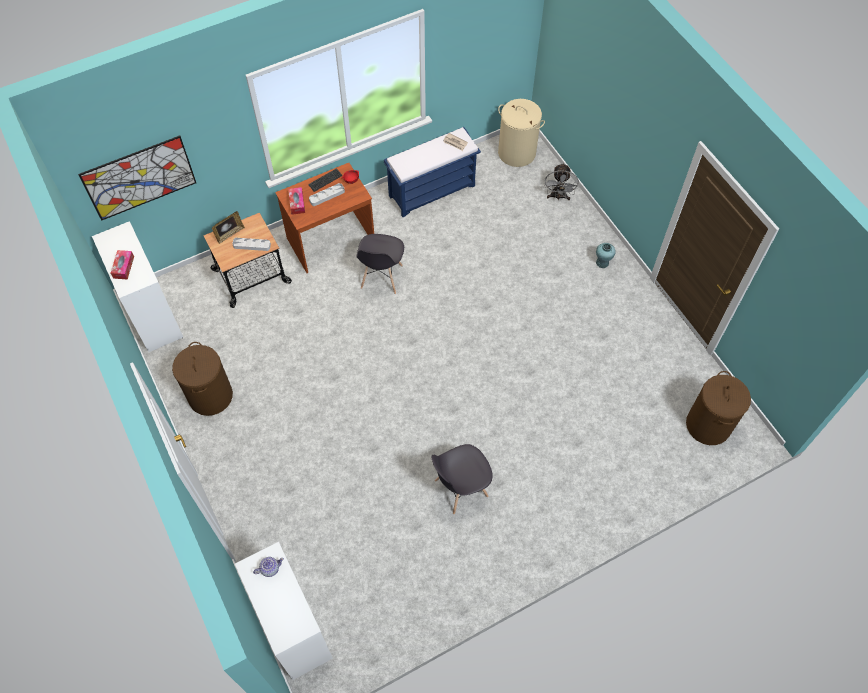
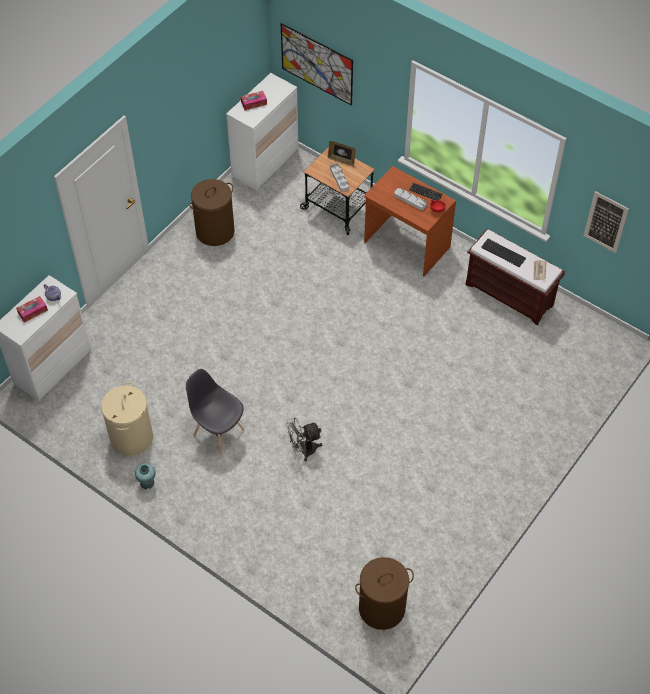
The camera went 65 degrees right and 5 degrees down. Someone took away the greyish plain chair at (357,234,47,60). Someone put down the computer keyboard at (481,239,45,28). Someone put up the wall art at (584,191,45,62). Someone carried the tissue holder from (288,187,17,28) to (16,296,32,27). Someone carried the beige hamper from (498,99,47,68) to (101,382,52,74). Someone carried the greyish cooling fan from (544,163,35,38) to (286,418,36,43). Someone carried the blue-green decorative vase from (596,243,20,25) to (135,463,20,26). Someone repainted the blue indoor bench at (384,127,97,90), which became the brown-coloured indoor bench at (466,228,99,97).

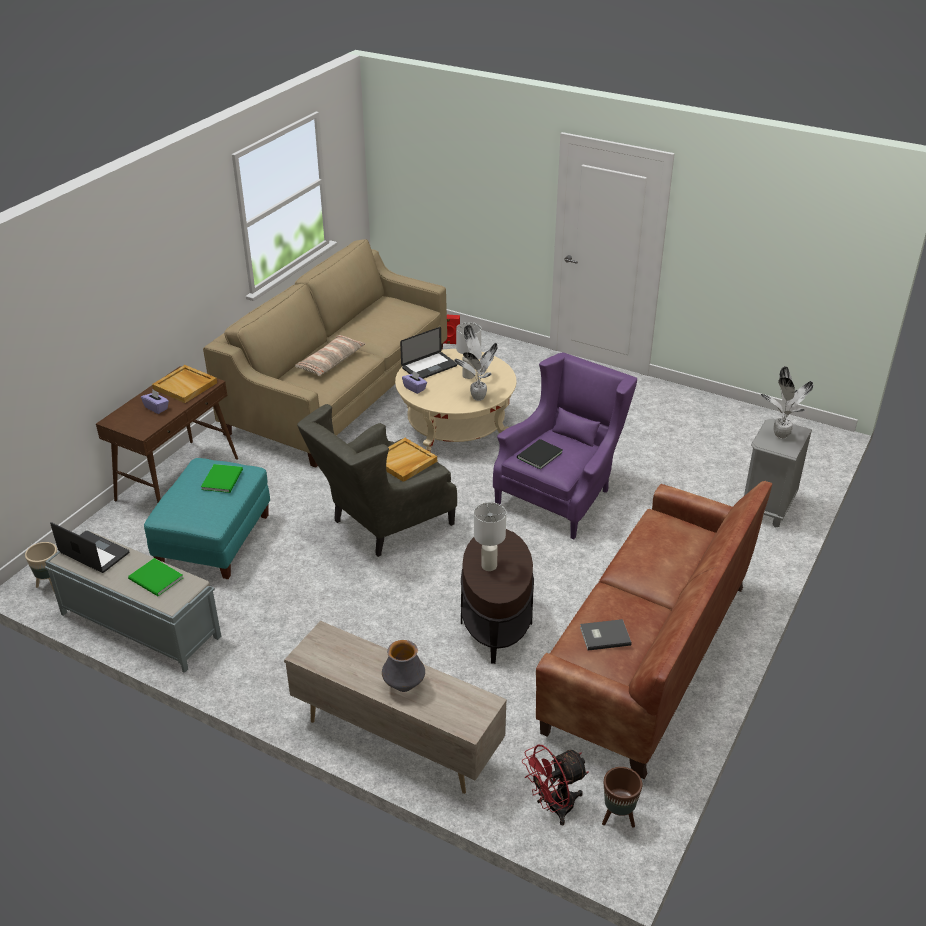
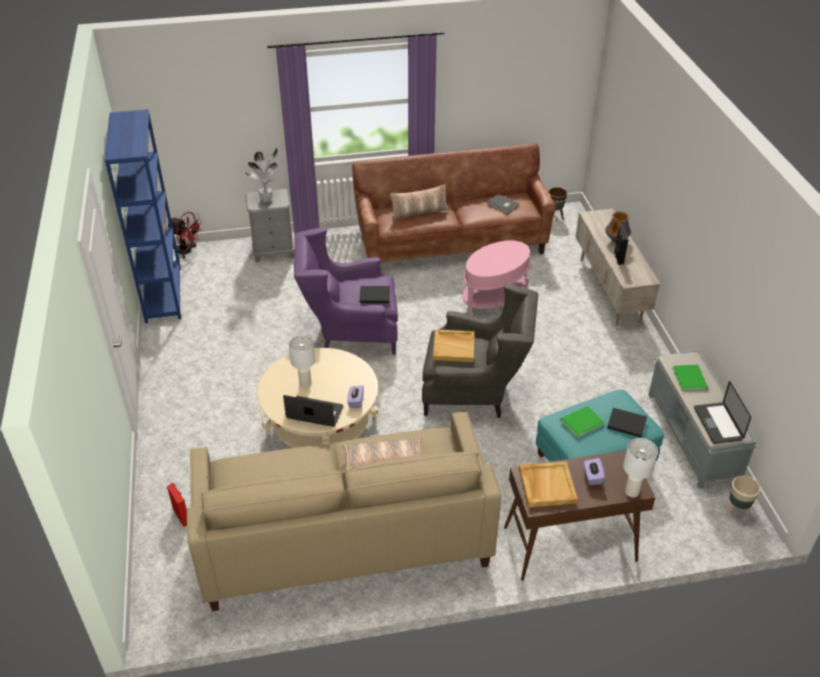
The camera went 130 degrees left and 5 degrees up. Someone took away the houseplant at (454,325,44,76). Someone put down the blue shelving unit at (104,109,77,214). Someone put down the cushion at (390,184,59,36). Someone put down the blackish book at (607,408,40,30). Someone put down the blackish audio speaker at (614,227,14,38). Someone carried the white lamp for a table from (474,502,32,69) to (623,438,35,59). Someone carried the red-coloured cooling fan from (522,745,66,80) to (168,212,34,47). Someone repainted the brown-coloured side table at (461,529,73,135), which became the pink side table at (462,241,69,75).

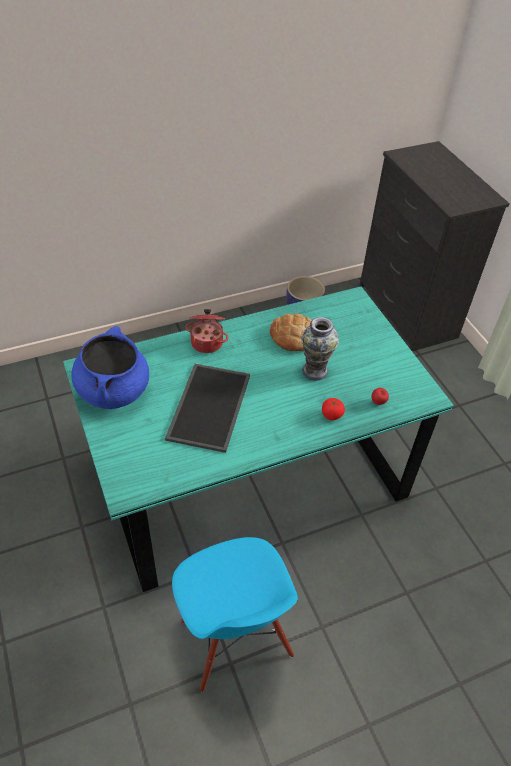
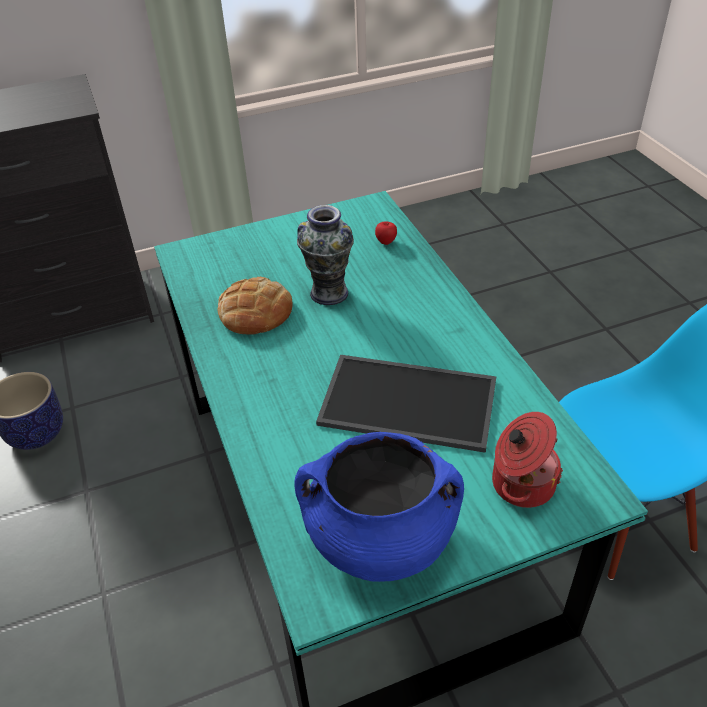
The camera went 85 degrees left and 5 degrees down. Someone took away the tomato at (322,398,23,22). Someone carried the cooking pot from (186,309,43,44) to (492,412,71,96).

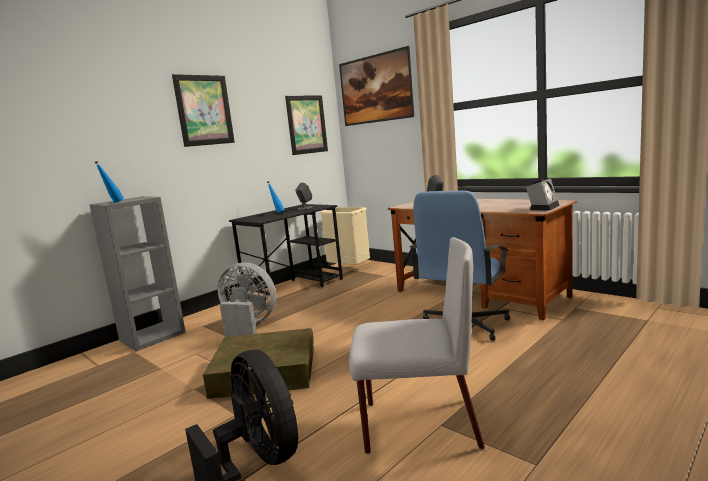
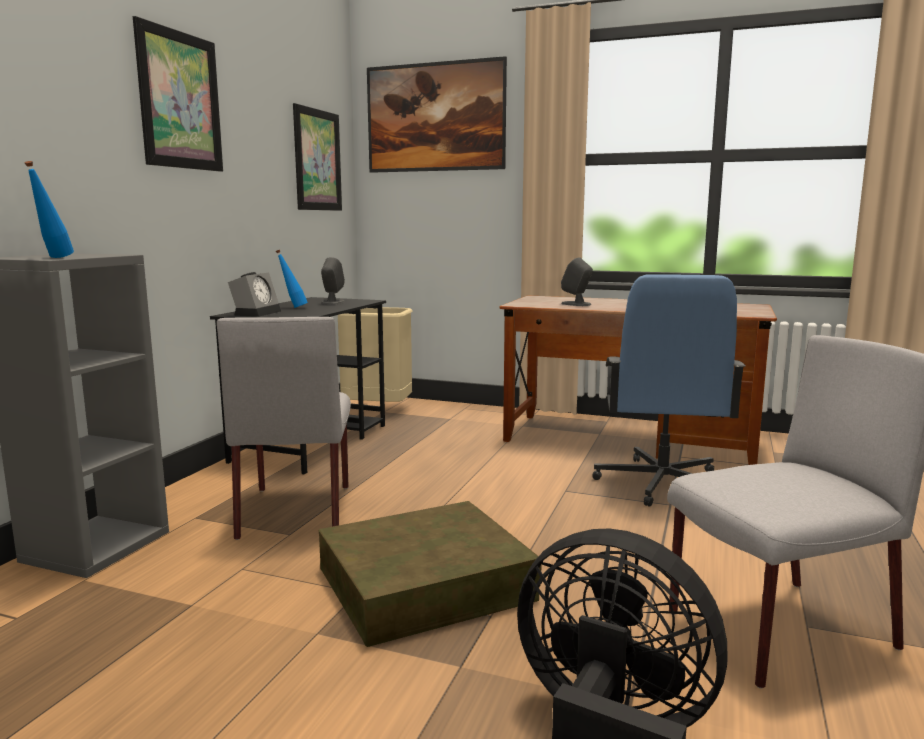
The camera went 25 degrees left and 0 degrees up. Someone carried the bedside clock from (526,178,34,33) to (228,272,53,45). Someone swapped the greyish cooling fan at (217,262,59,75) for the greyish plain chair at (217,317,134,223).

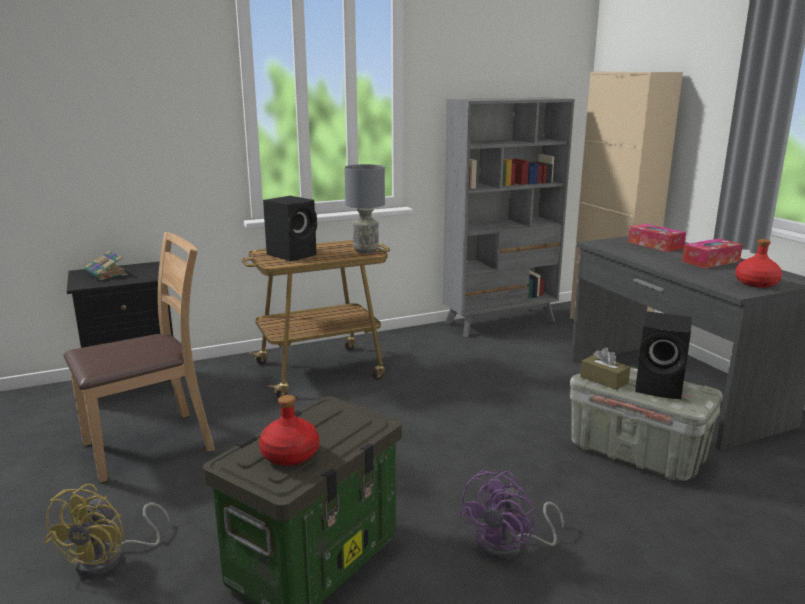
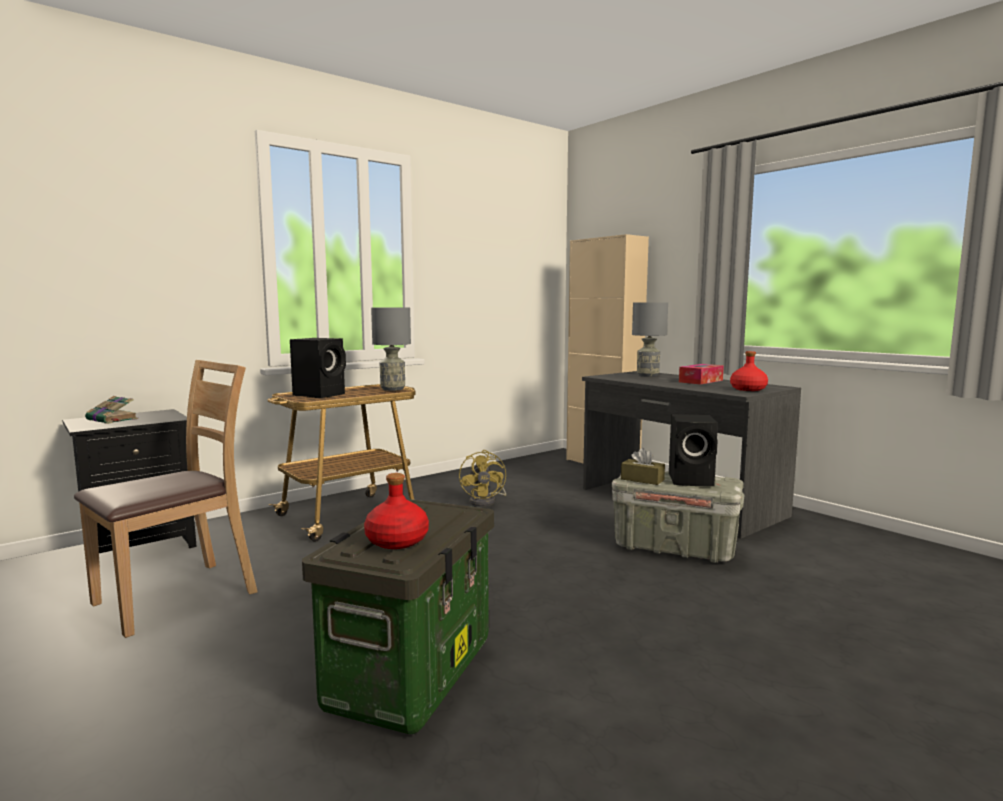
The camera went 15 degrees left and 10 degrees down. Someone took away the greyish shelving unit at (443,97,132,240). Someone took away the purple-coloured cooling fan at (459,471,105,90). Someone carried the yellow cooling fan from (44,484,126,93) to (459,450,47,56). Someone swapped the tissue holder at (628,224,58,28) for the greyish lamp for a table at (632,302,36,75).

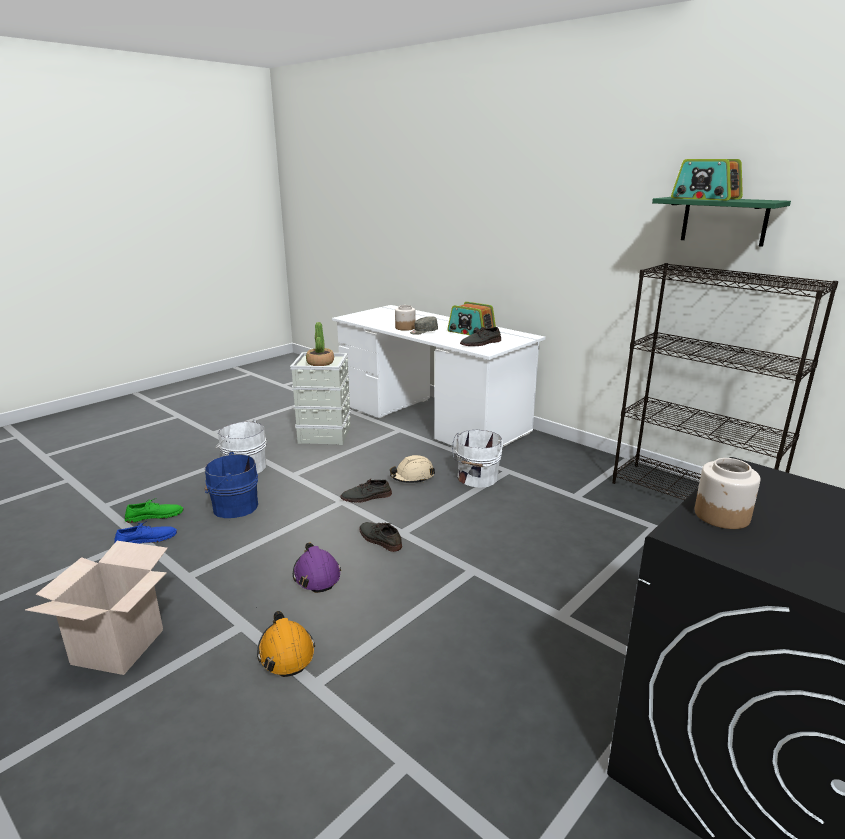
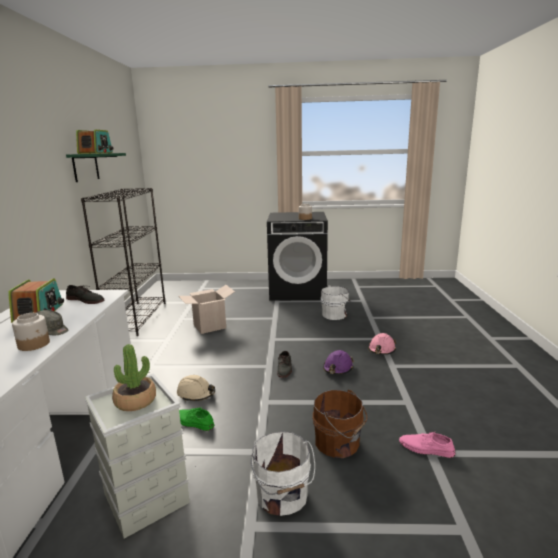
The camera went 130 degrees left and 5 degrees down. Someone took away the greyish shoe at (340,479,52,23). Someone carried the cardboard box from (25,541,143,134) to (179,285,56,49). Someone carried the greenish shoe from (125,499,58,24) to (179,407,35,24). Someone carried the white bucket from (452,430,51,58) to (321,285,30,35). Someone repainted the blue shoe at (114,521,63,23), which became the pink shoe at (399,431,56,27). Someone repainted the blue bucket at (205,452,53,66), which became the brown-coloured bucket at (313,390,54,68). Someone repainted the orange-coloured hard hat at (257,611,58,66), which became the pink hard hat at (368,333,28,22).

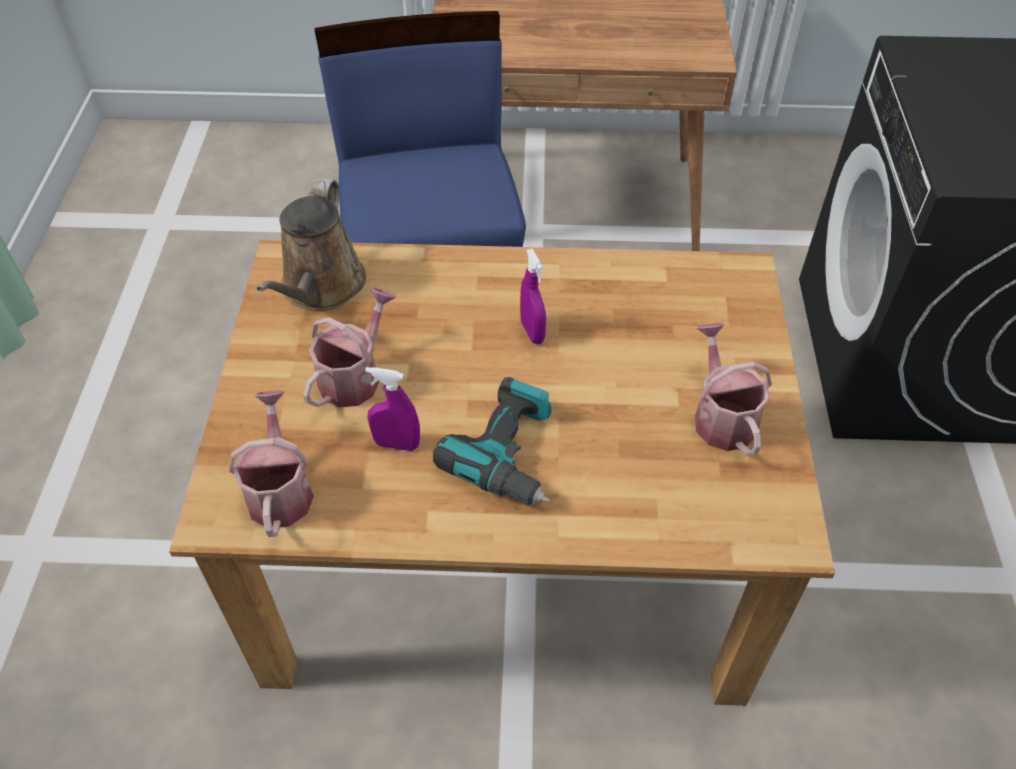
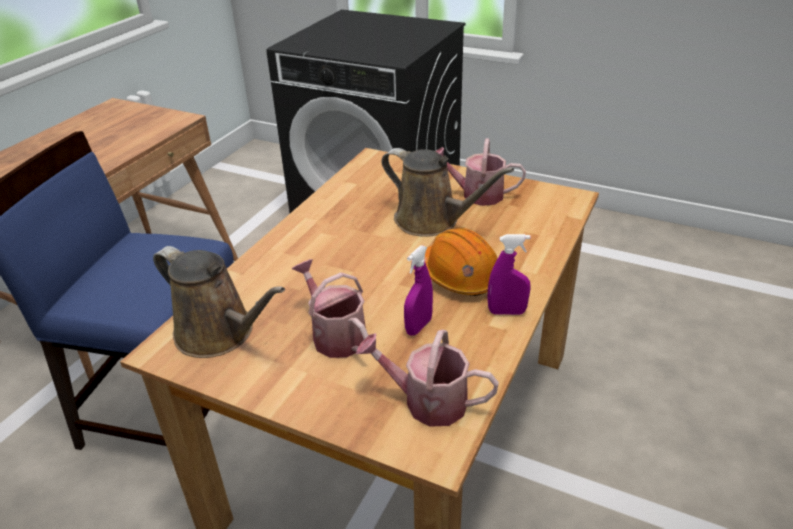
The camera went 65 degrees left and 15 degrees down. Someone put down the brown-coloured watering pot at (381,148,133,89). Someone carried the purple-coloured hand sprayer from (520,249,26,95) to (488,234,43,81). Someone swapped the electric drill at (433,377,119,128) for the orange-coloured hard hat at (424,228,73,68).

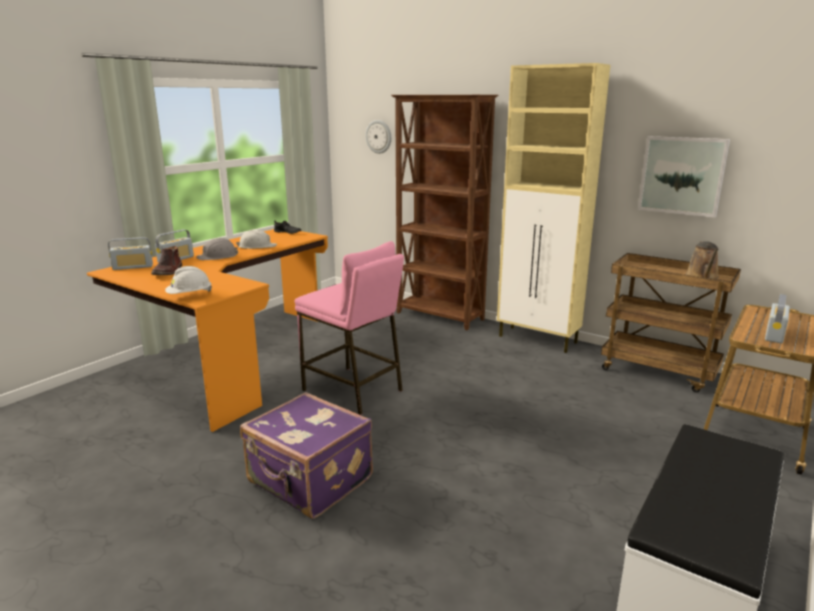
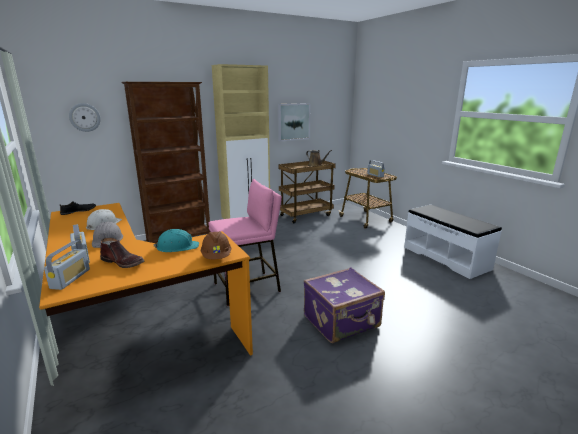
The camera went 65 degrees left and 0 degrees up. Someone put down the blue-green hard hat at (153,229,46,23). Someone repainted the white hard hat at (165,266,47,28), which became the brown-coloured hard hat at (201,231,30,29).

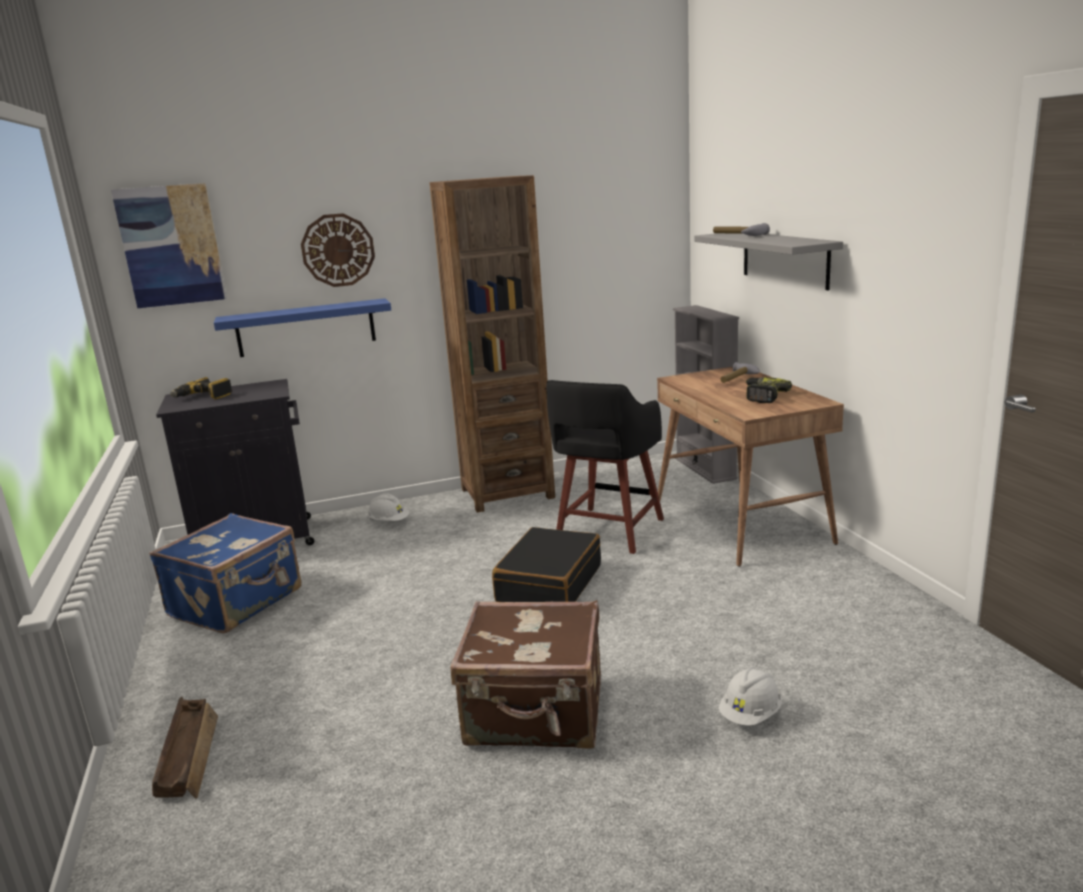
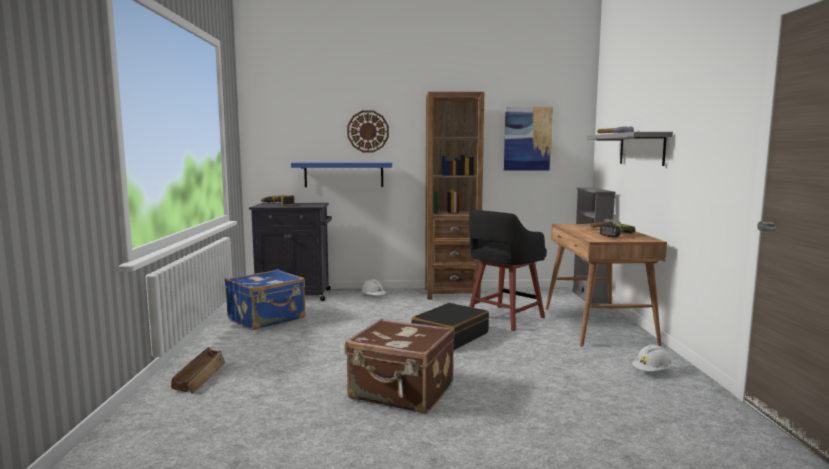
The camera went 15 degrees right and 10 degrees down. Someone carried the wall art from (111,183,116,125) to (504,107,49,64). Someone carried the white hard hat from (719,667,63,59) to (632,344,40,27).

